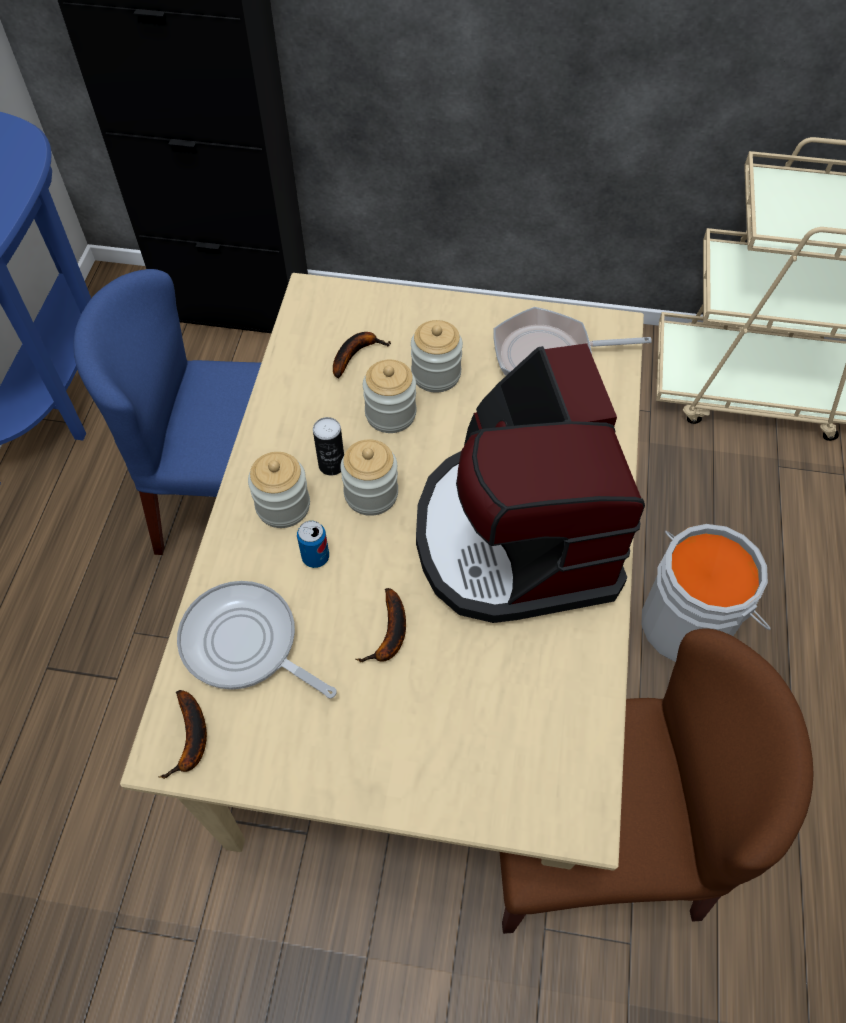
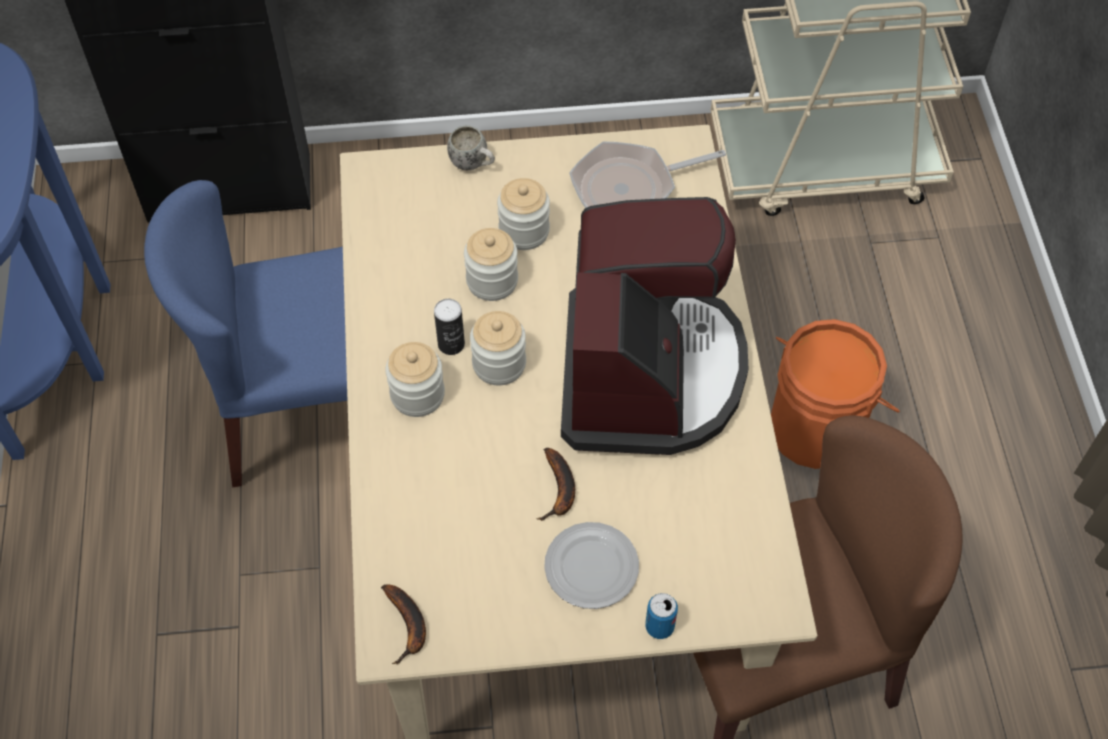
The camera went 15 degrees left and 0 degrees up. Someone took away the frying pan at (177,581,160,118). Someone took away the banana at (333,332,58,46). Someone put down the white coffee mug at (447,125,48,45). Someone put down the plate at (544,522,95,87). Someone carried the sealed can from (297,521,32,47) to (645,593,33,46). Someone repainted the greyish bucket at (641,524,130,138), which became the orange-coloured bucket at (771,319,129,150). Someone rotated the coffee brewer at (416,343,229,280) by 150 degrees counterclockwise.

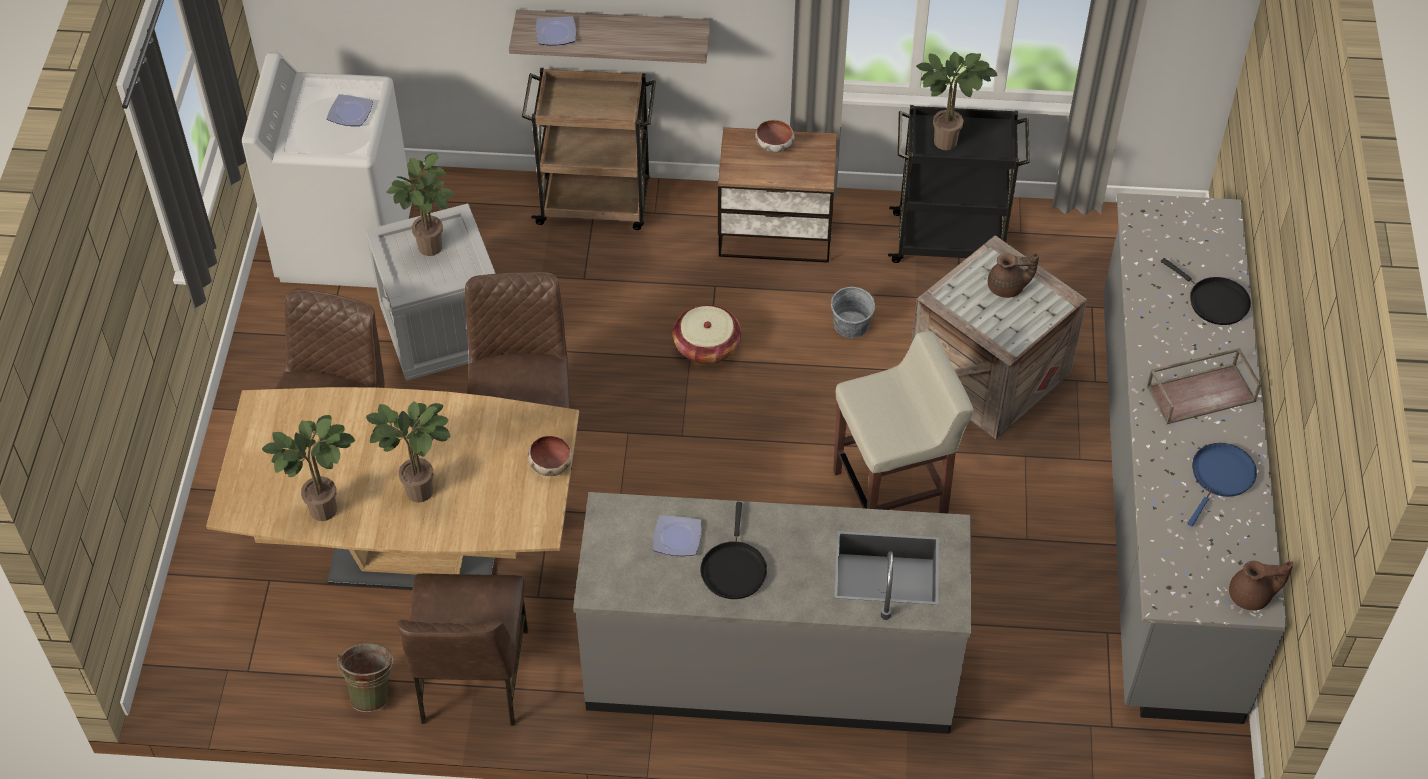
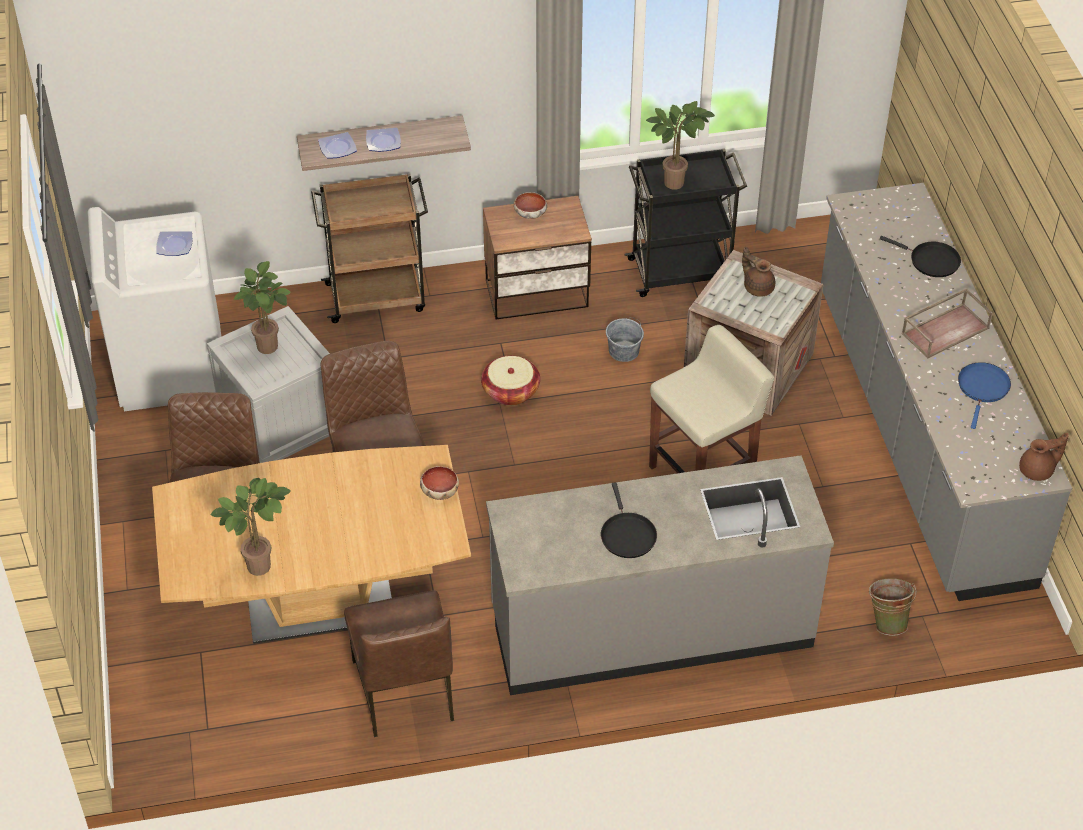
The camera went 15 degrees left and 5 degrees down. Someone took away the houseplant at (366,401,84,102). Someone carried the greenish bucket from (337,643,57,69) to (869,578,47,58). Someone carried the plate from (653,515,48,41) to (366,128,35,24). Someone rotated the brown-coloured tea pot at (988,253,51,45) by 120 degrees counterclockwise.

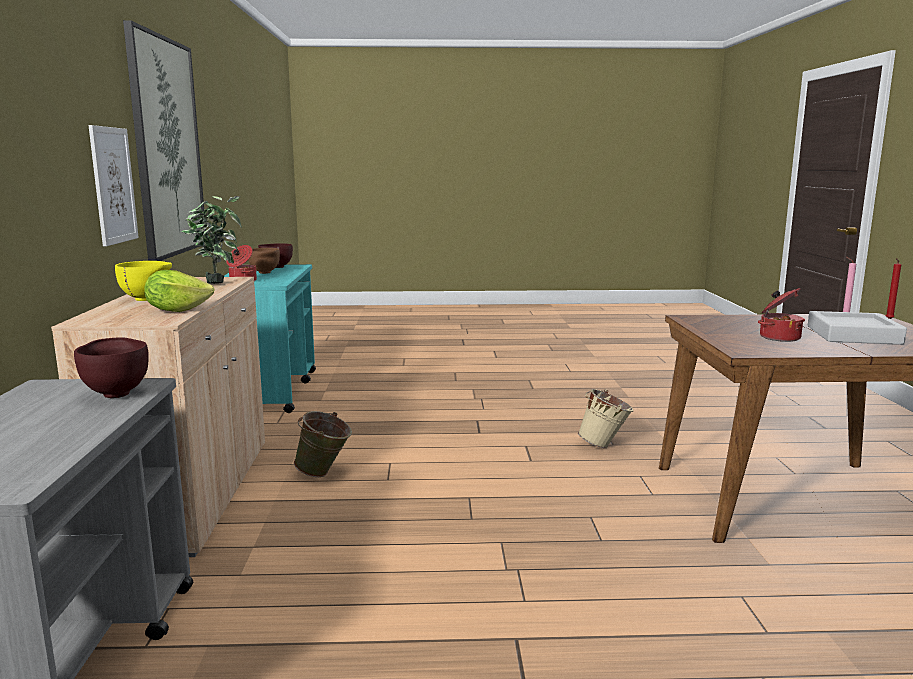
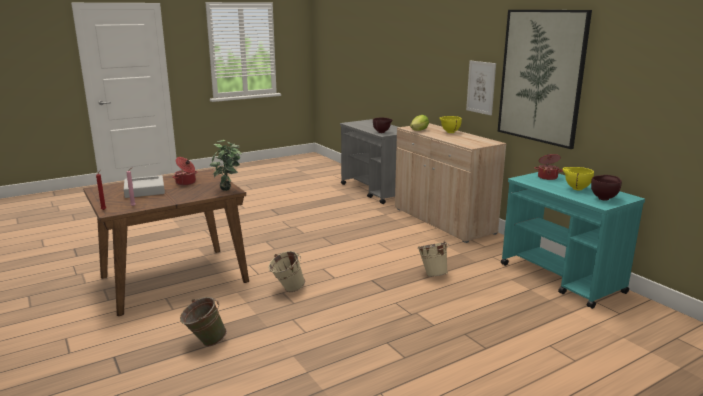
The camera went 150 degrees right and 5 degrees up. Someone put down the beige bucket at (418,241,31,36). Someone carried the houseplant from (181,196,61,88) to (210,140,32,51). Someone carried the greenish bucket from (294,411,58,66) to (180,297,47,50). Someone repainted the brown-coloured serving bowl at (248,248,32,26), which became the yellow serving bowl at (563,167,31,23).

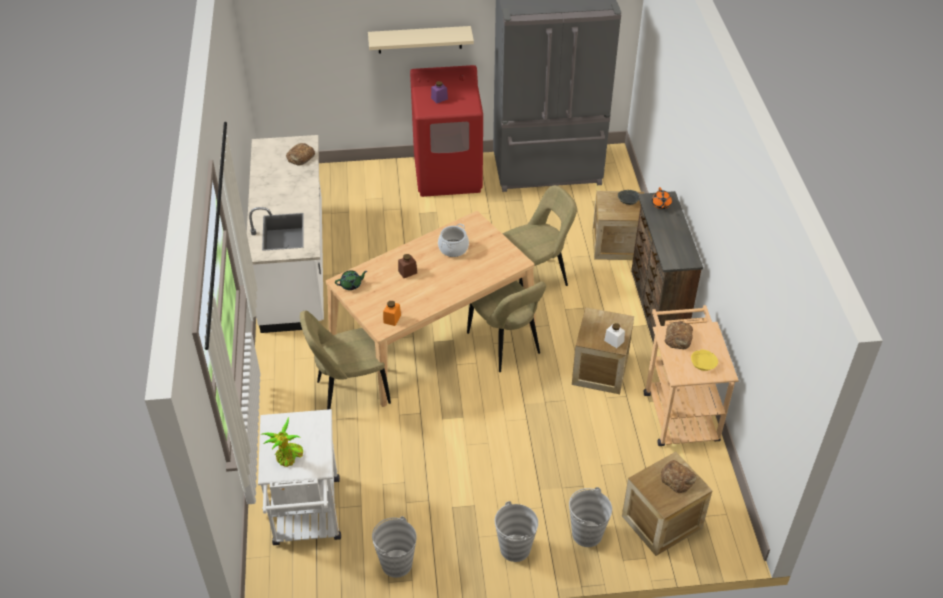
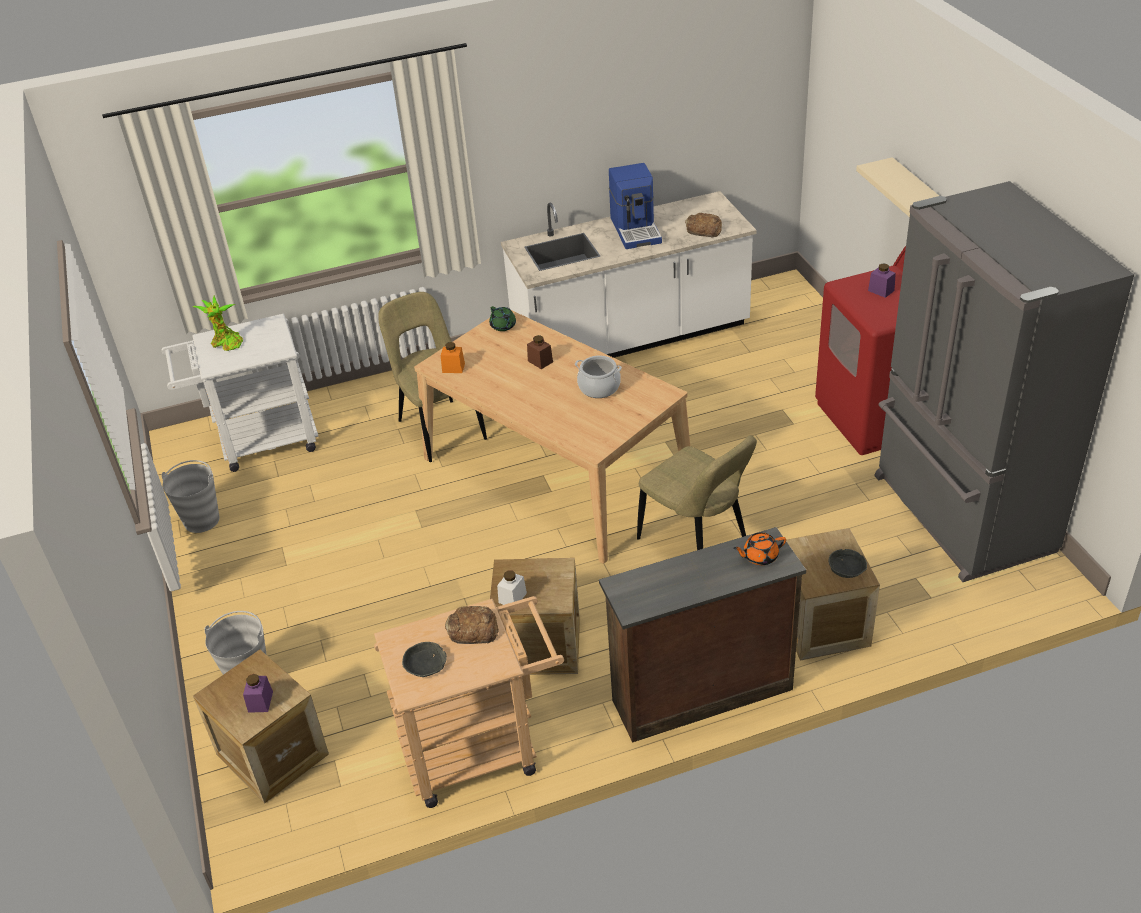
The camera went 80 degrees right and 5 degrees down. Someone took away the beige plain chair at (467,280,79,92). Someone took away the greyish bucket at (495,501,43,61). Someone put down the coffee brewer at (609,163,53,86). Someone swapped the bread at (661,460,36,33) for the purple-coloured jar at (243,674,30,39). Someone repainted the yellow serving bowl at (691,350,27,21), which became the greyish serving bowl at (402,642,45,35).

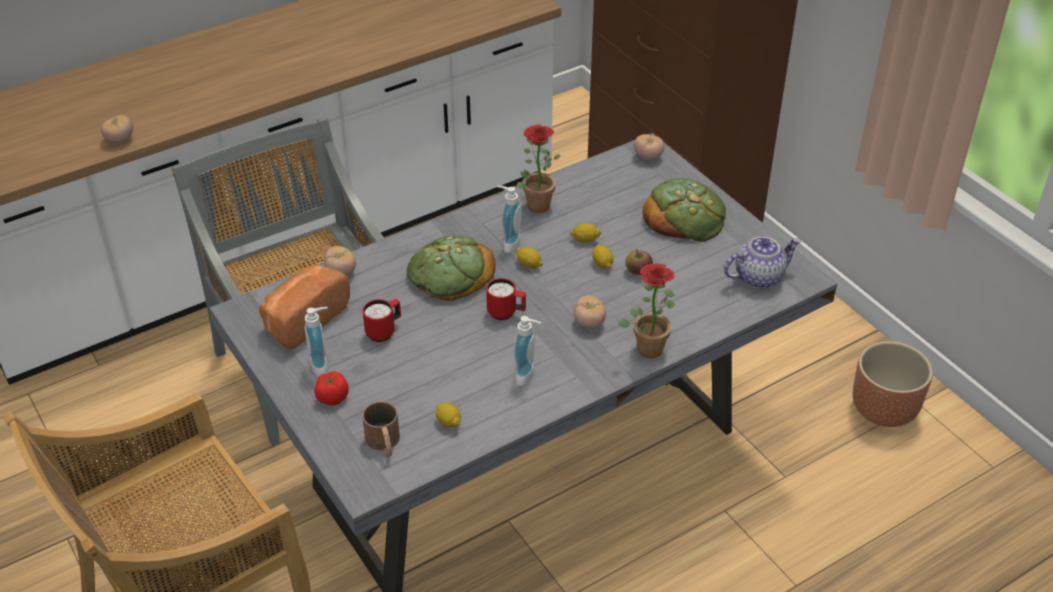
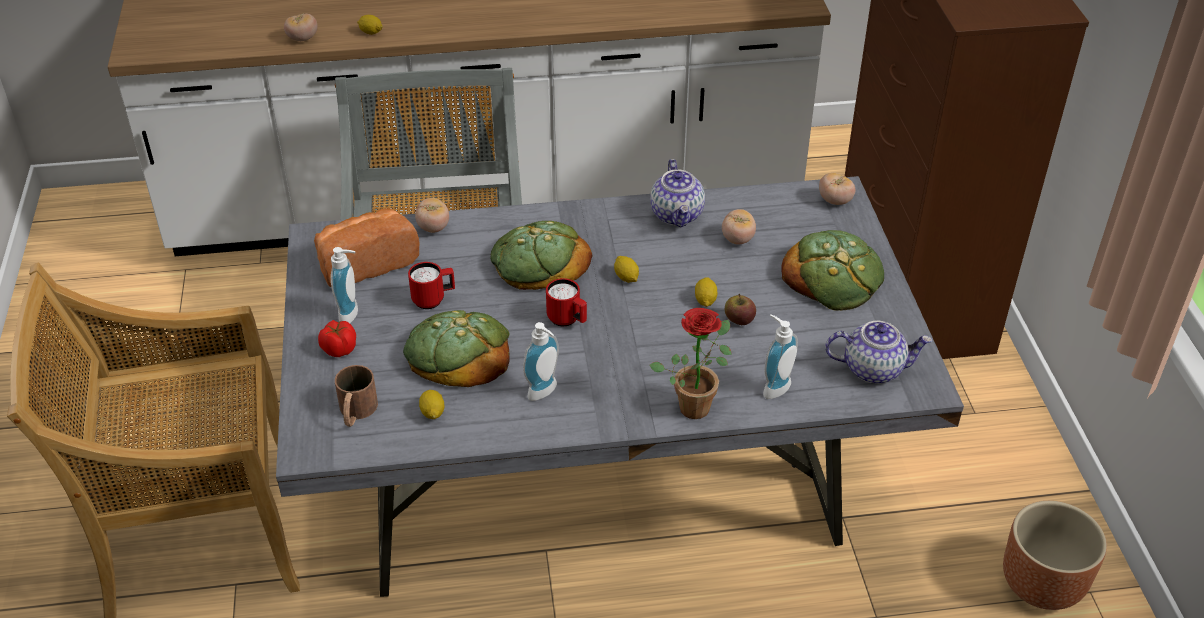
The camera went 25 degrees right and 0 degrees up. Someone put down the bread at (403,310,107,77). Someone carried the soap bottle from (497,185,25,68) to (763,314,35,85). Someone carried the whole lemon from (570,223,32,19) to (357,15,25,20). Someone carried the tomato from (574,295,32,34) to (722,209,34,35). Someone swapped the houseplant at (517,125,44,88) for the tea pot at (650,159,55,69).

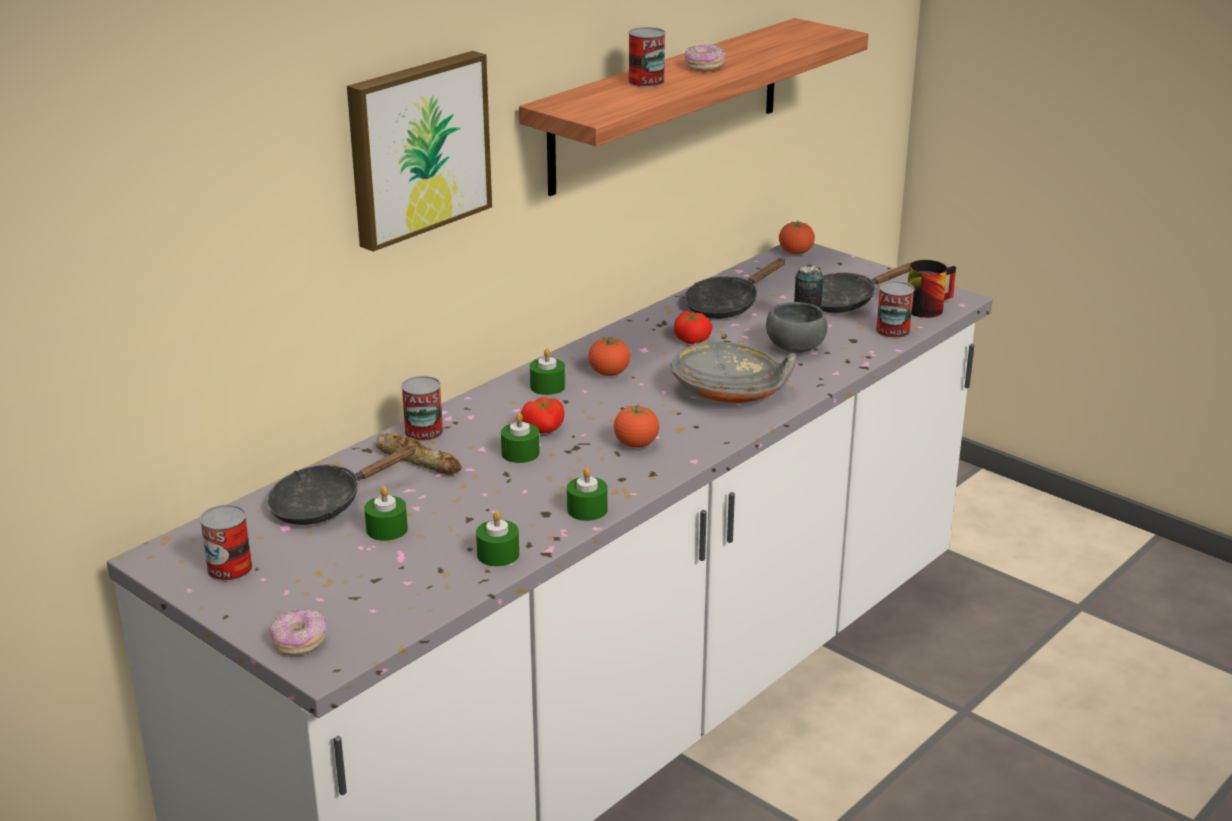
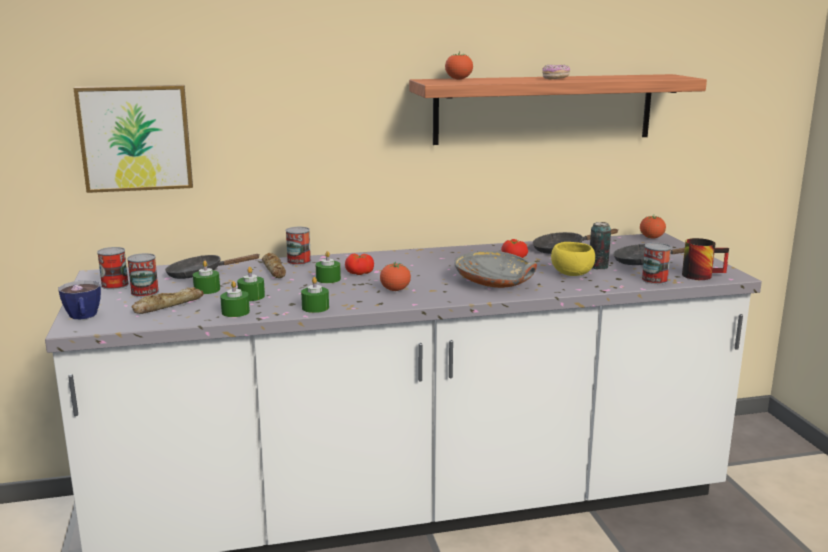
The camera went 35 degrees right and 10 degrees down. Someone put down the bread at (131,287,73,27). Someone carried the wall art from (347,51,145,201) to (74,85,119,108). Someone carried the greenish candle from (530,348,35,47) to (237,267,28,34). Someone carried the tomato from (588,336,42,40) to (445,51,28,29). Someone carried the sealed can from (628,27,37,61) to (127,253,32,44). Someone swapped the doughnut at (270,610,57,46) for the cup at (58,280,43,39). Someone repainted the greyish serving bowl at (766,302,61,51), which became the yellow serving bowl at (551,242,44,34).

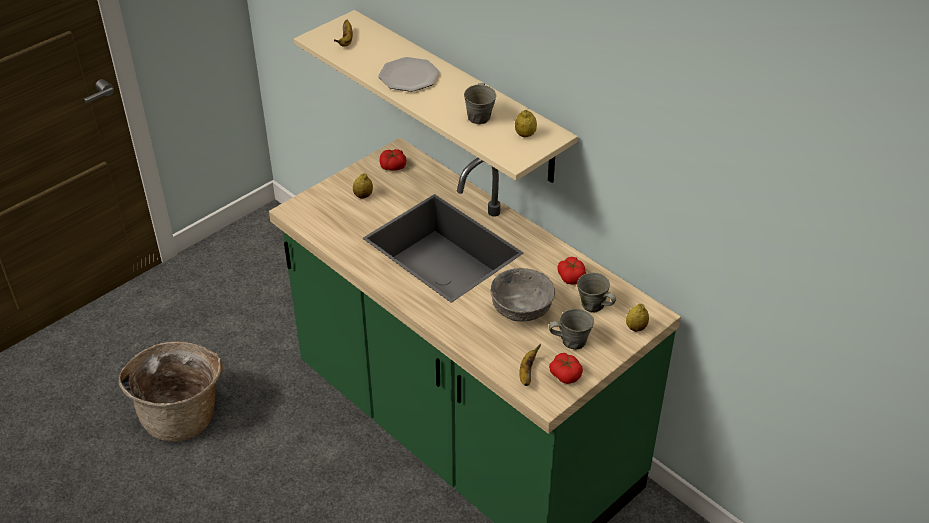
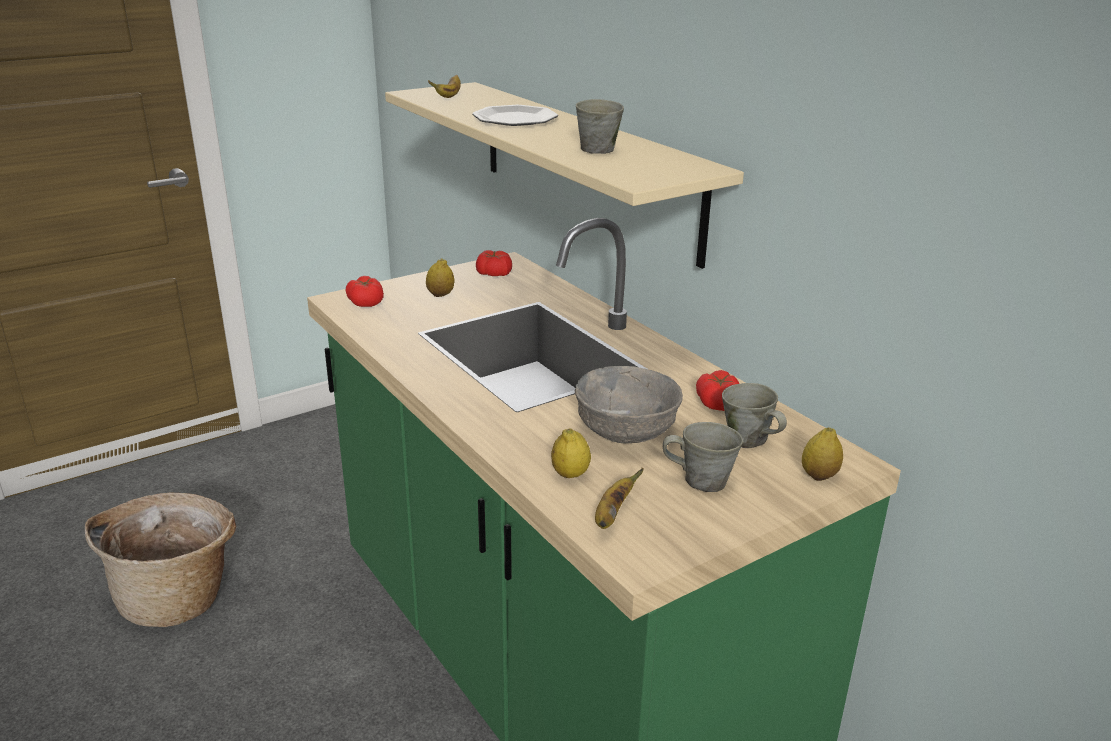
The camera went 10 degrees right and 15 degrees down. Someone carried the whole lemon from (515,110,22,27) to (551,429,40,49). Someone carried the tomato from (549,353,34,31) to (346,276,38,31).

